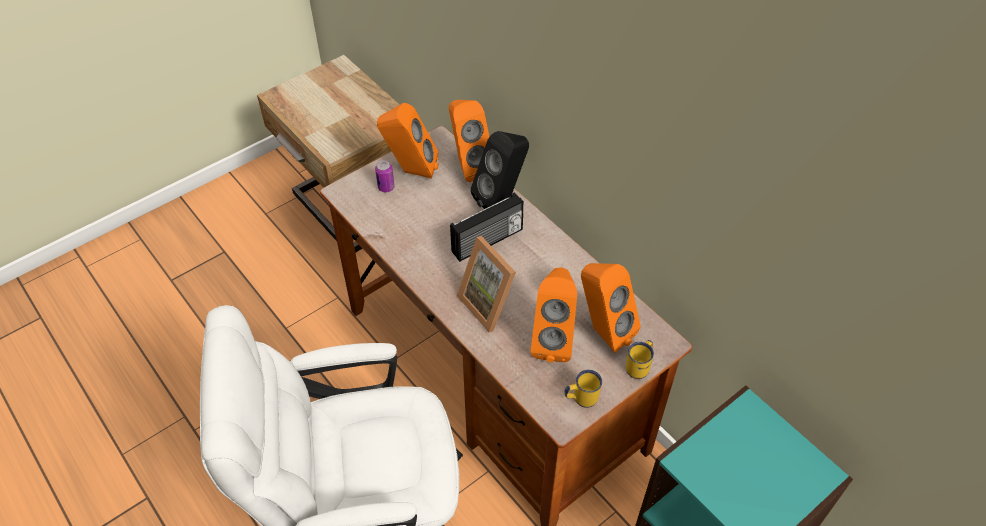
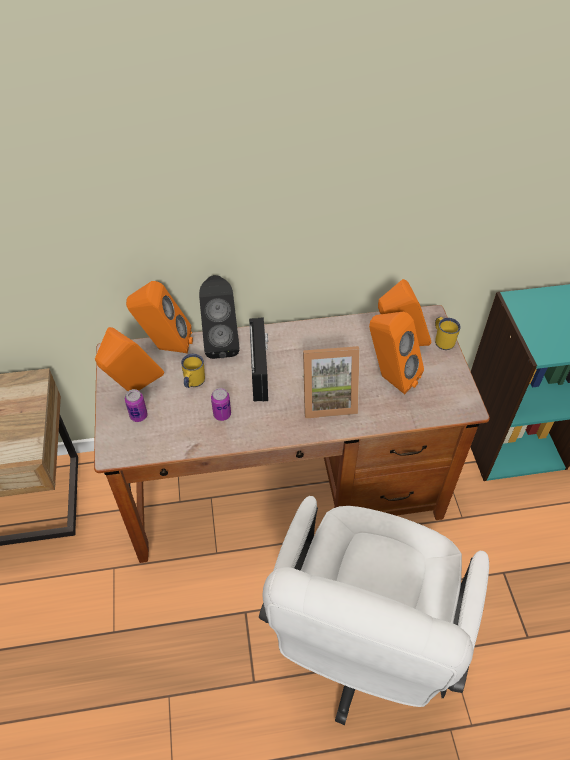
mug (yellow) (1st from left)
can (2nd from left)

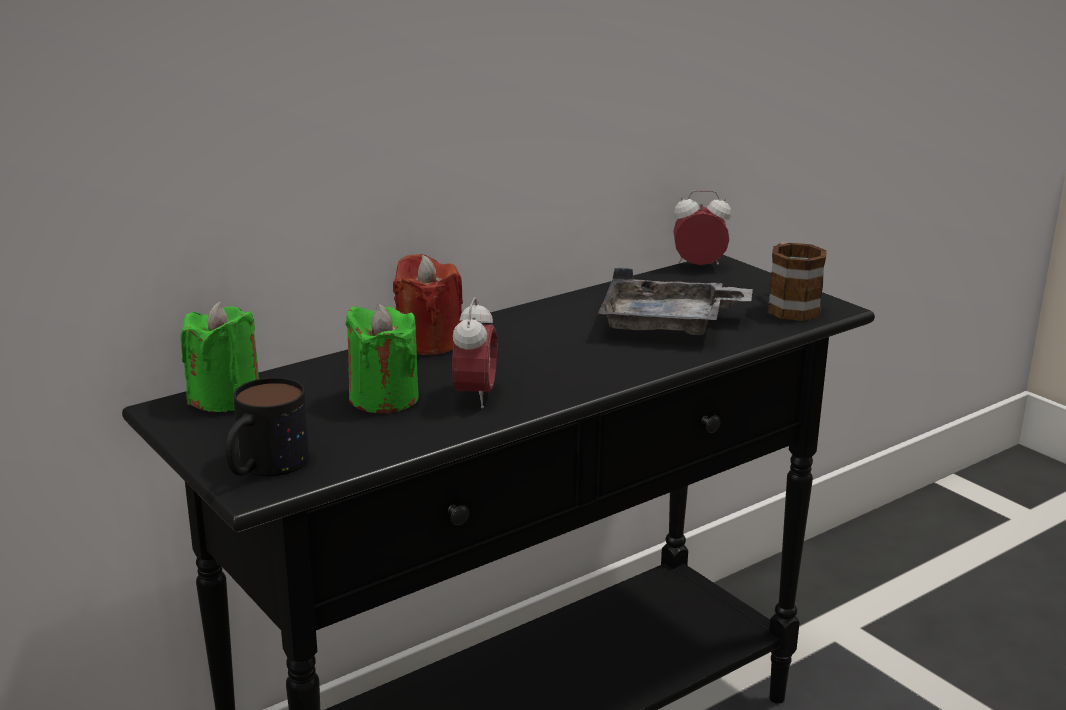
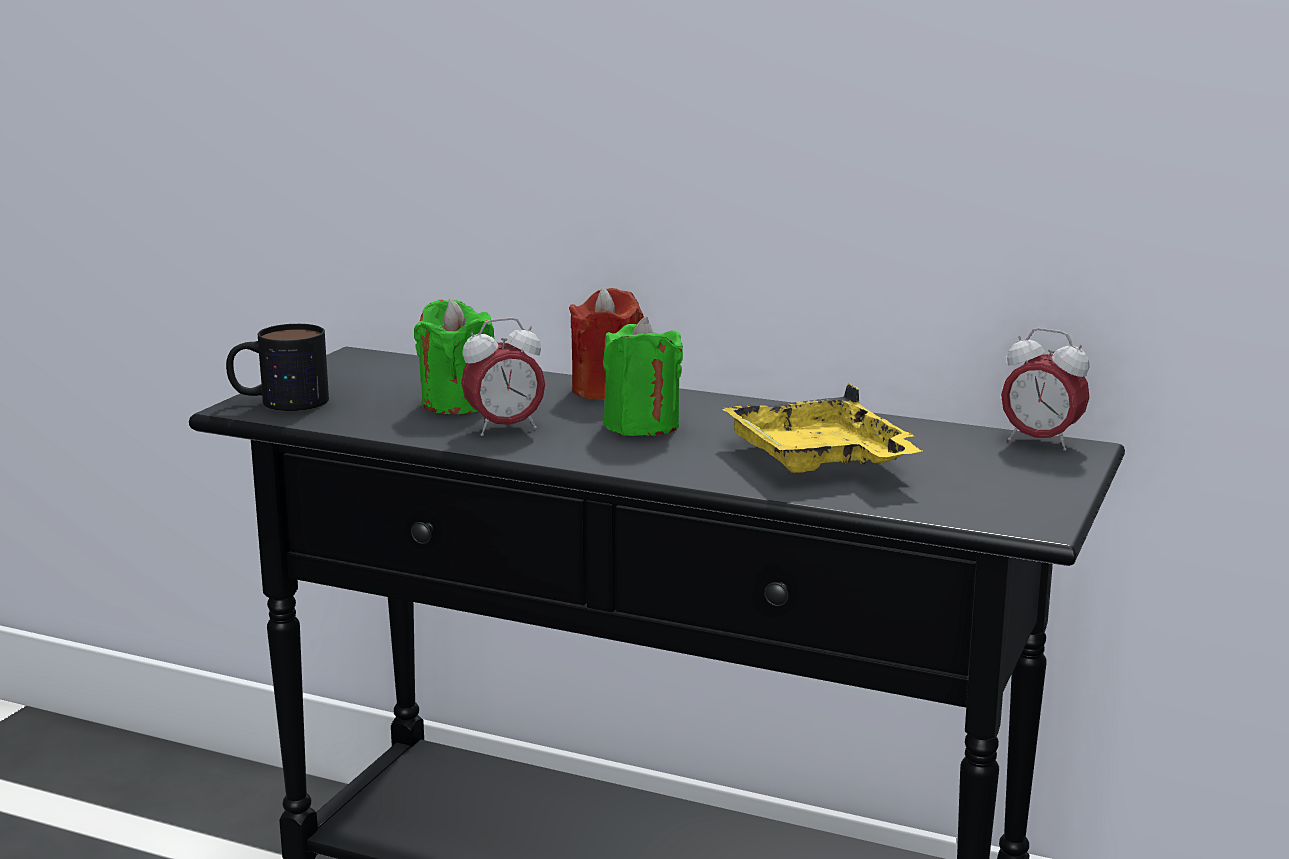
candle (green) (2nd from left)
tray (yellow)
alarm clock (2nd from left)
mug (2nd from left in the first image)

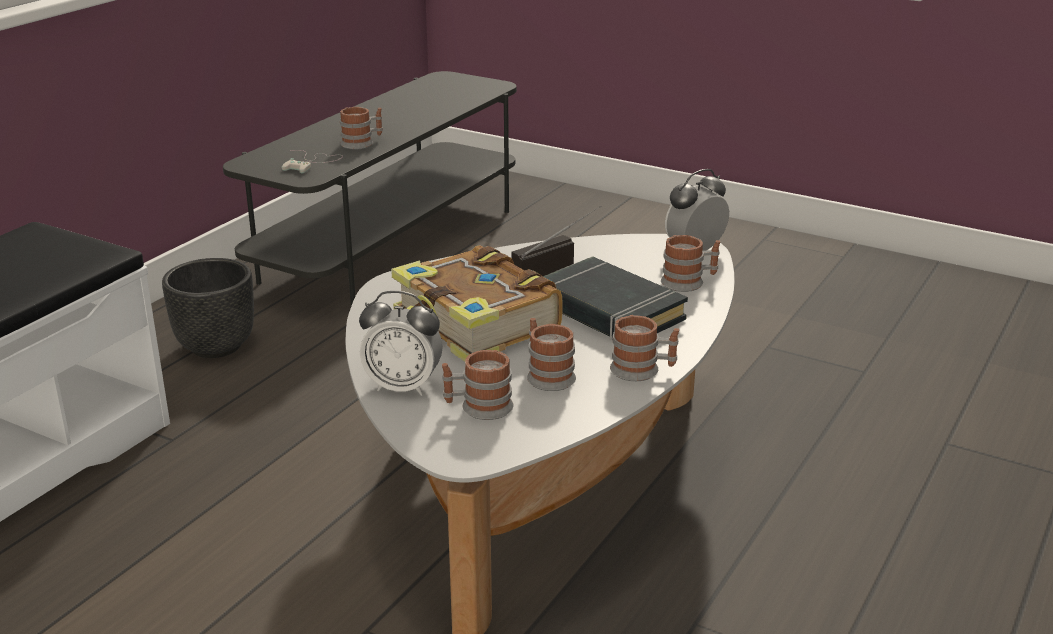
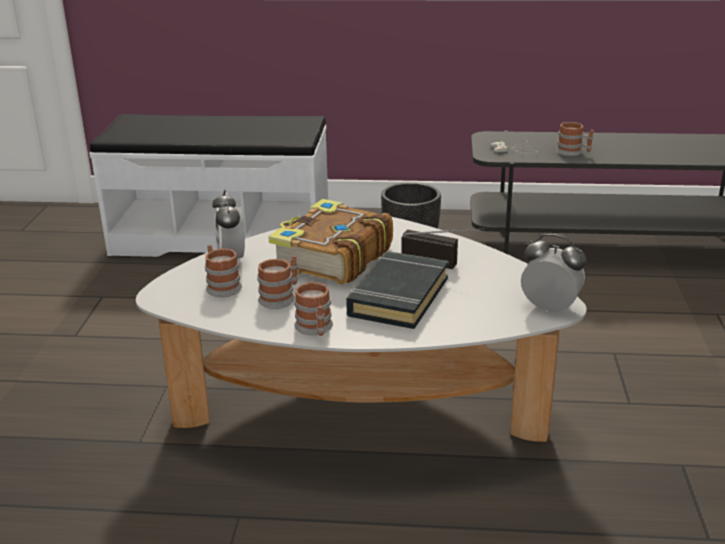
mug (5th from left in the first image)

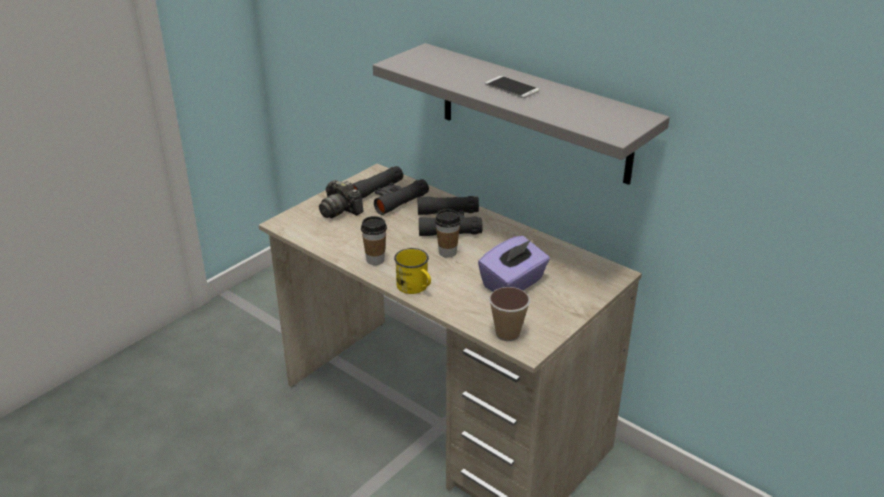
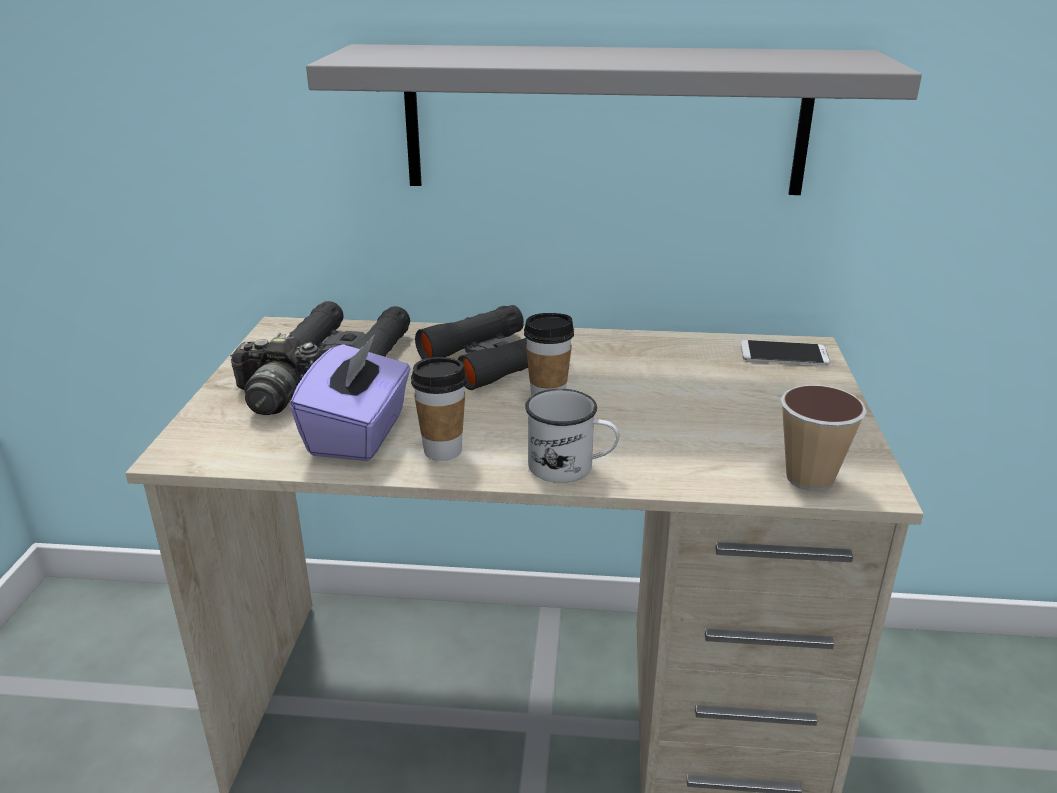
tissue box (purple)
mug (white)
phone

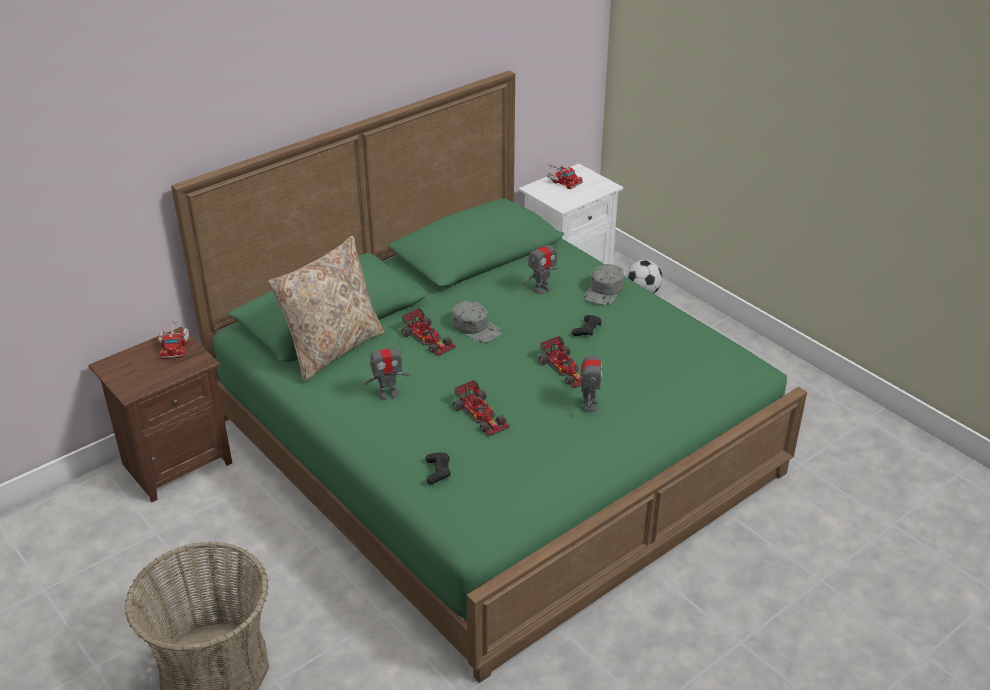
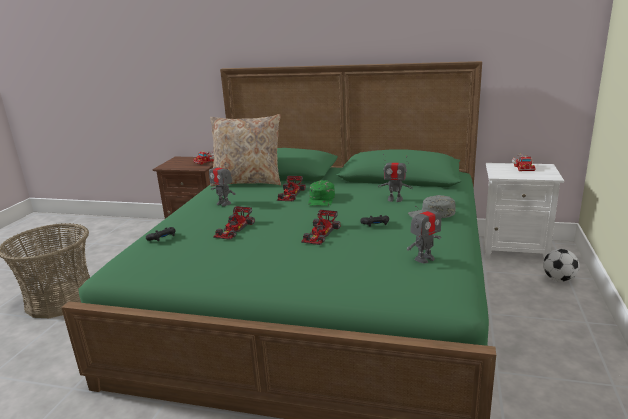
cap (green)
toy robot (3rd from left)

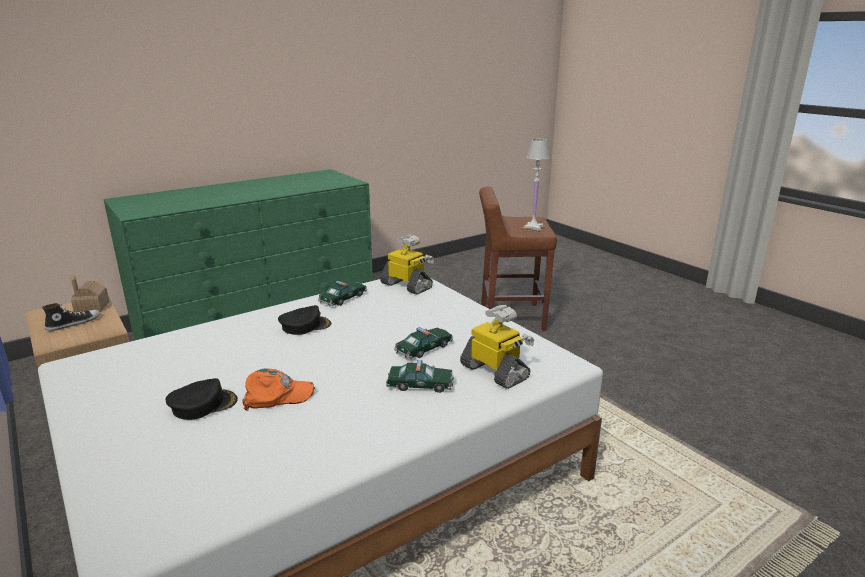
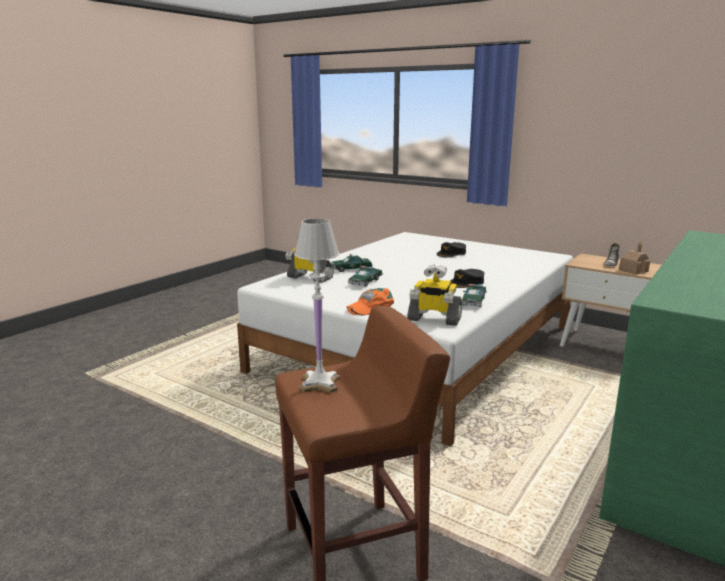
cap (orange)

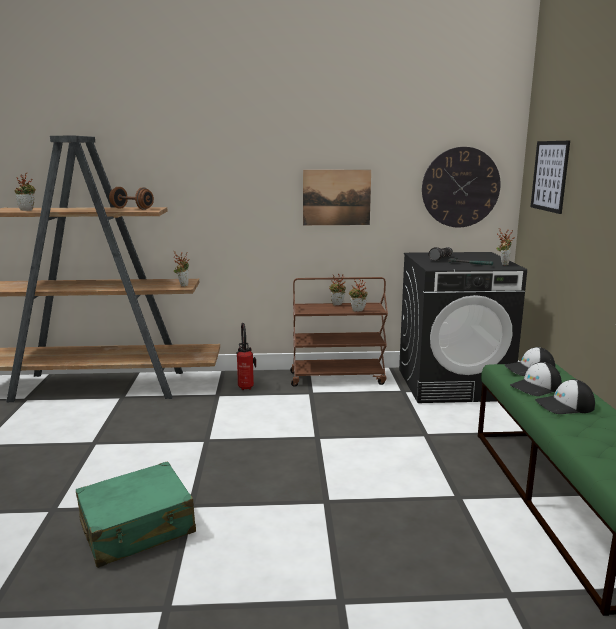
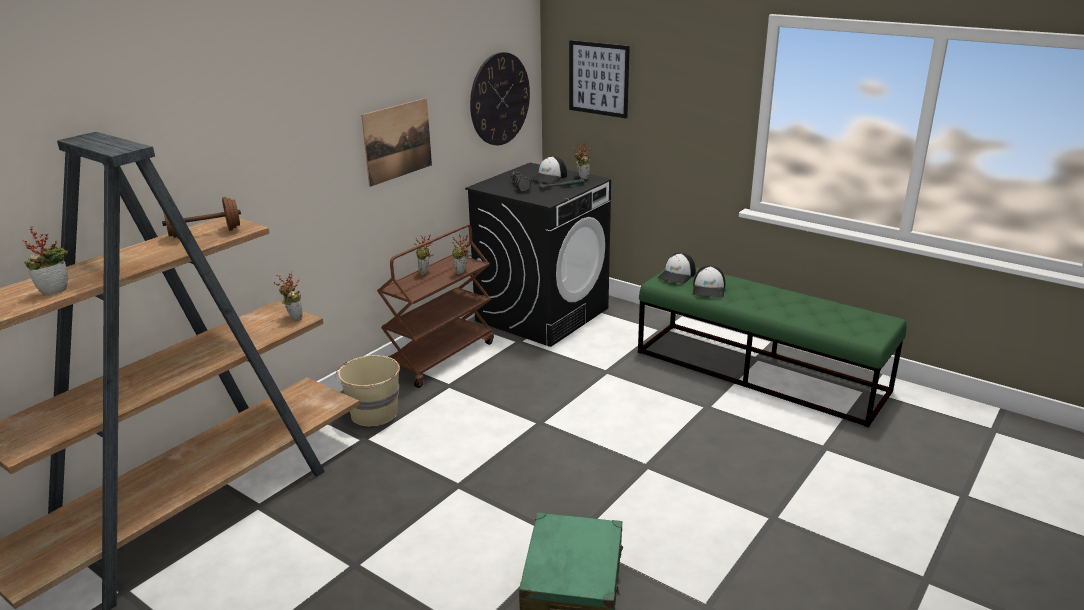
bucket (beige)
cap (1st from left)

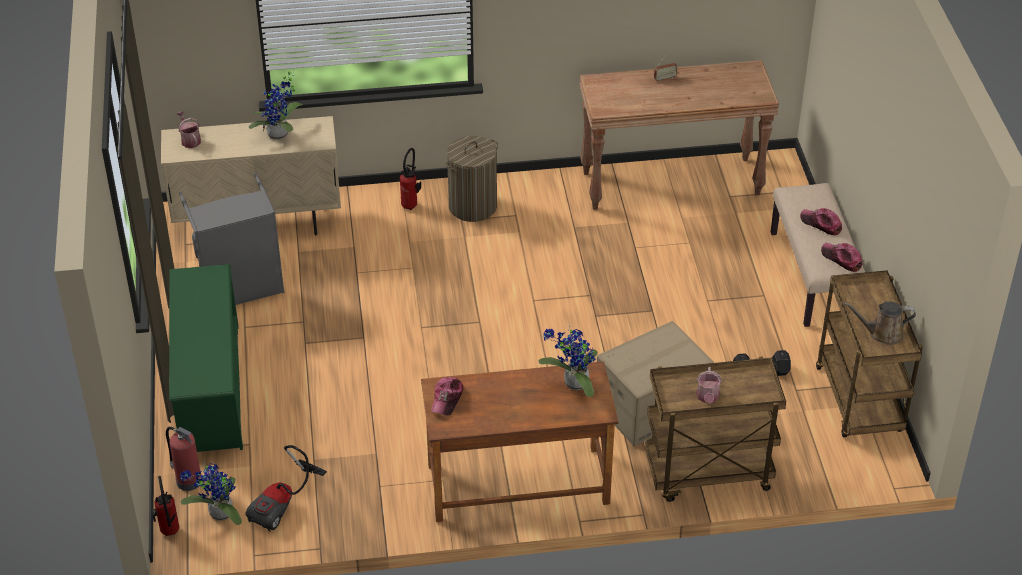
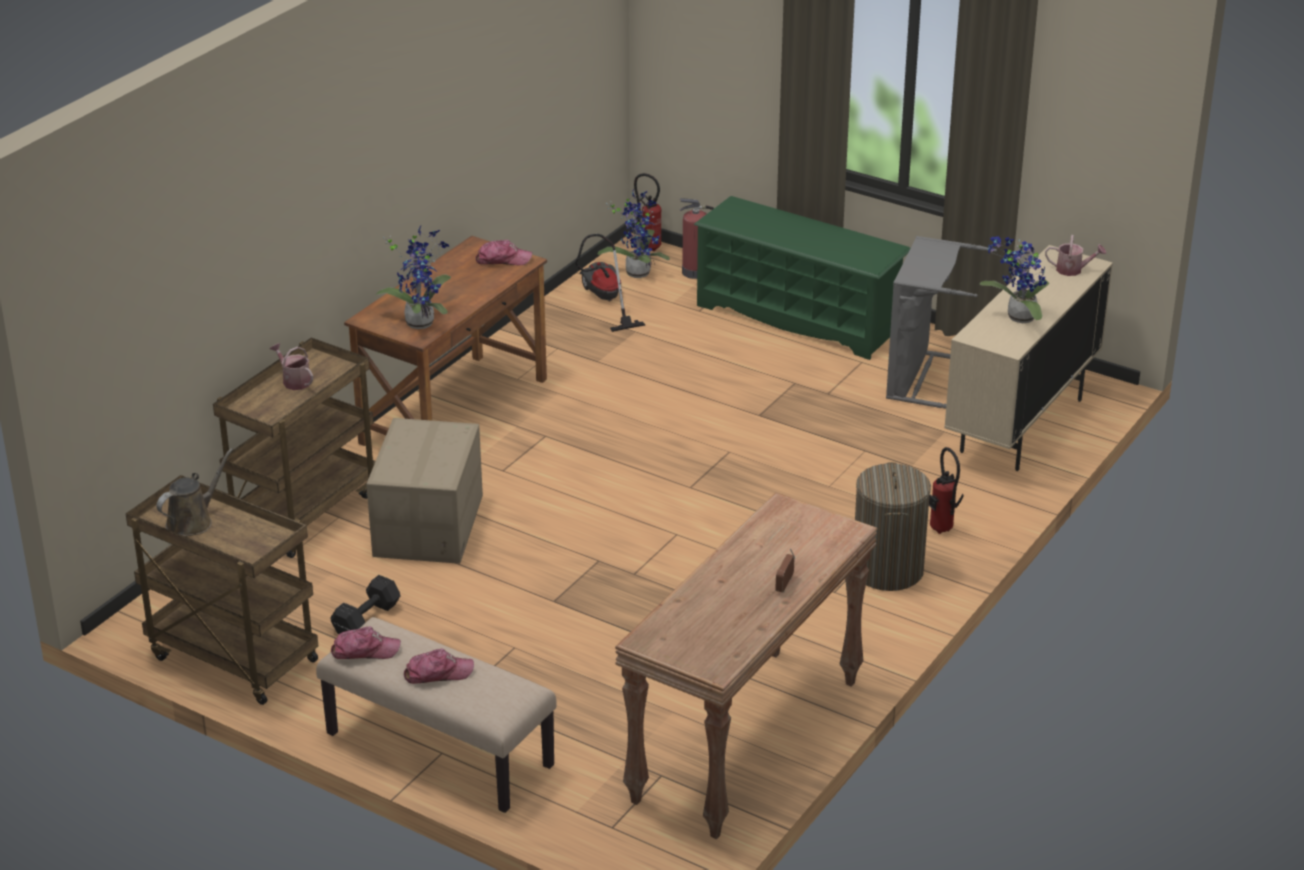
cap (3rd from left)

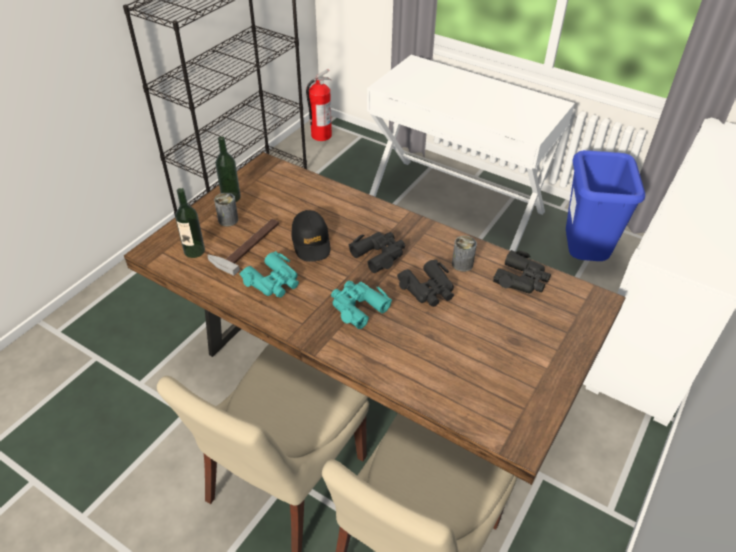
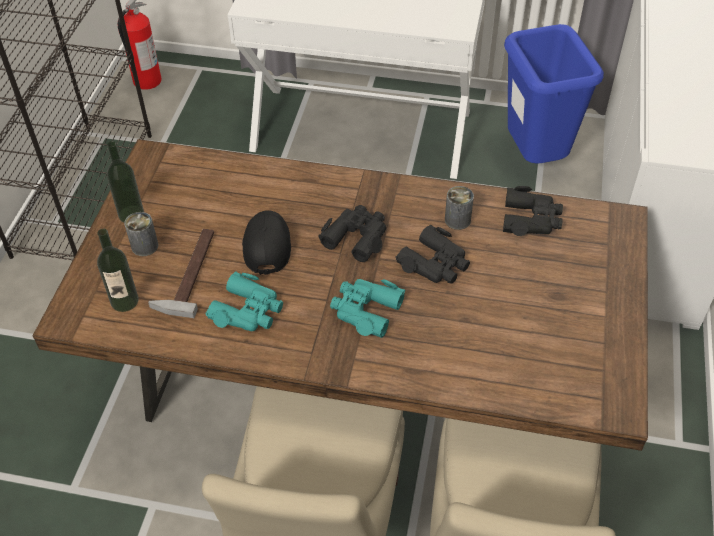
cap (black)

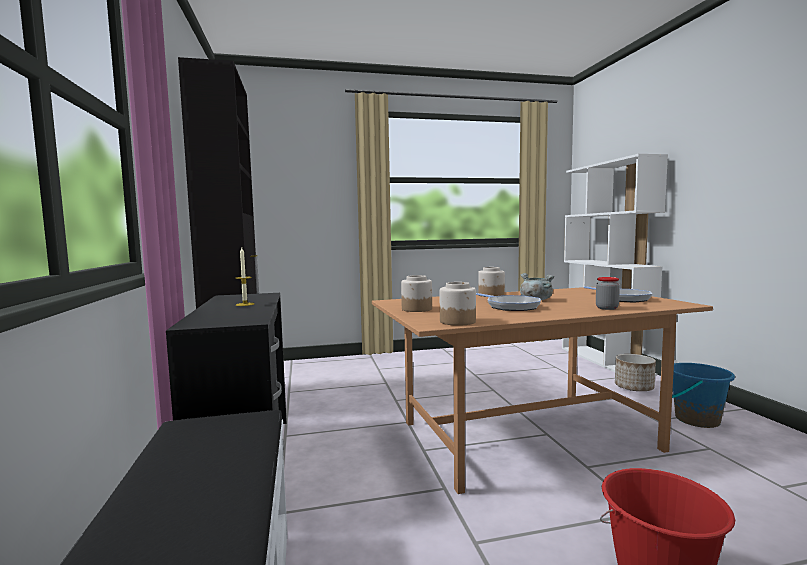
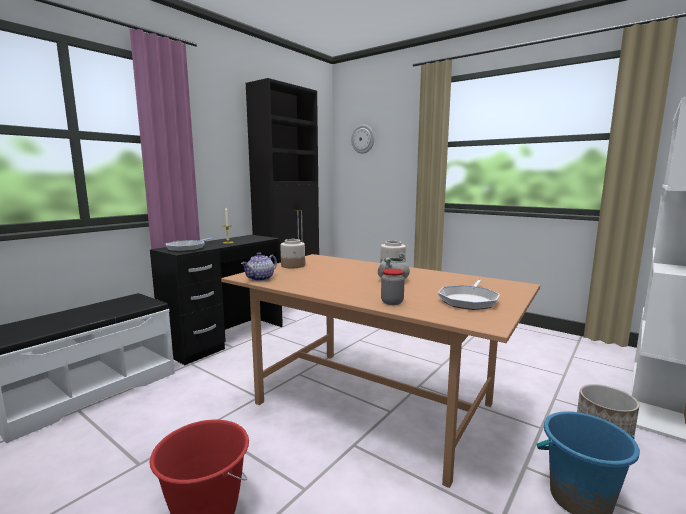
frying pan (1st from left)
teapot
wall clock

